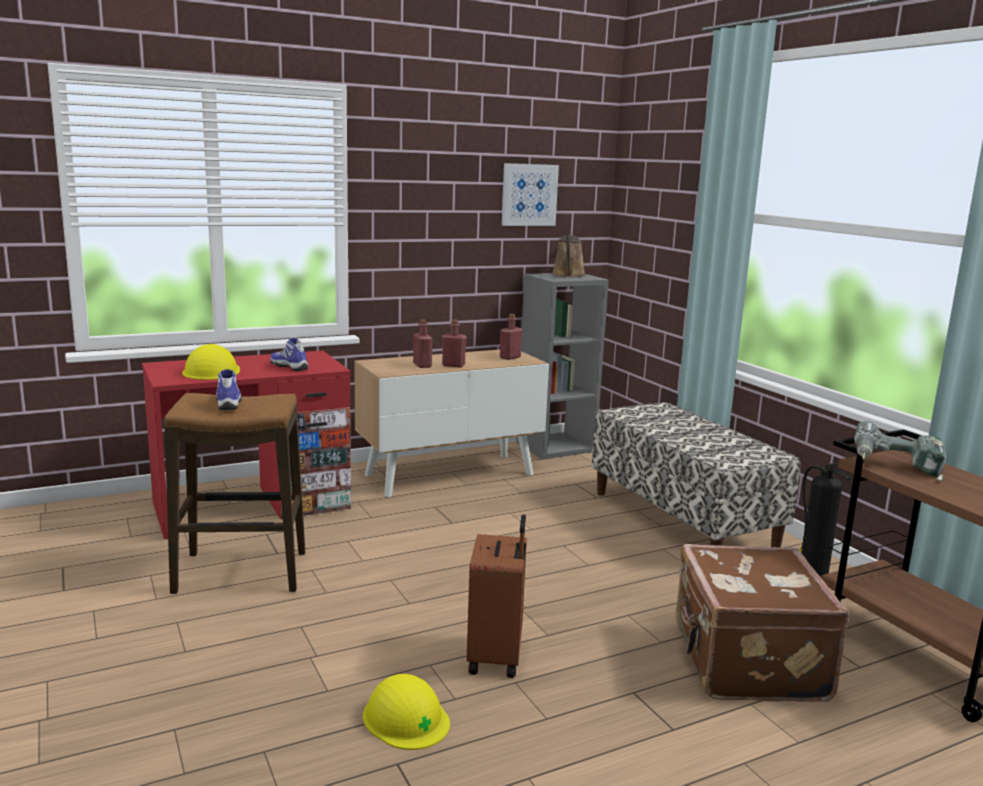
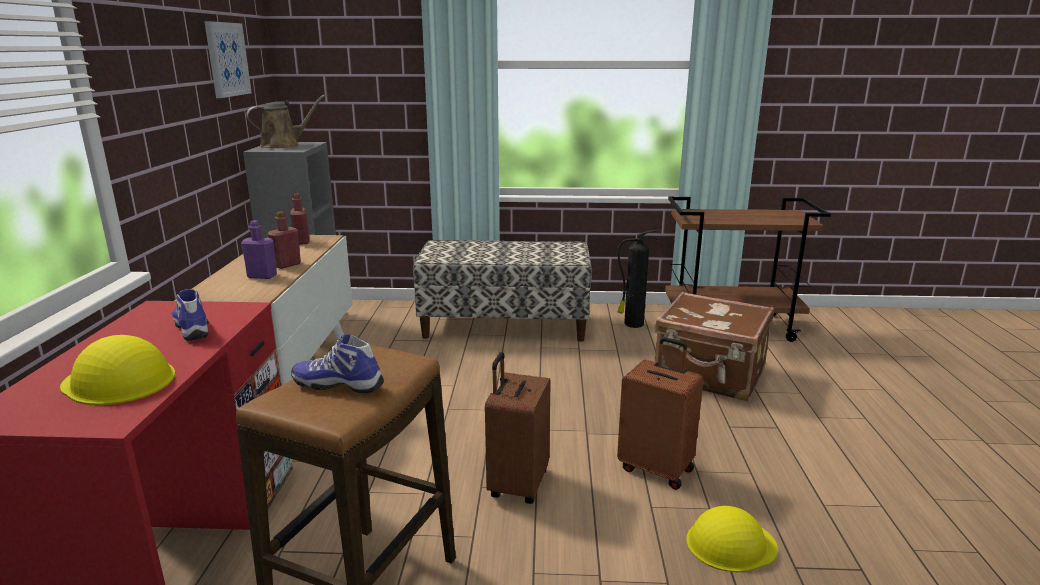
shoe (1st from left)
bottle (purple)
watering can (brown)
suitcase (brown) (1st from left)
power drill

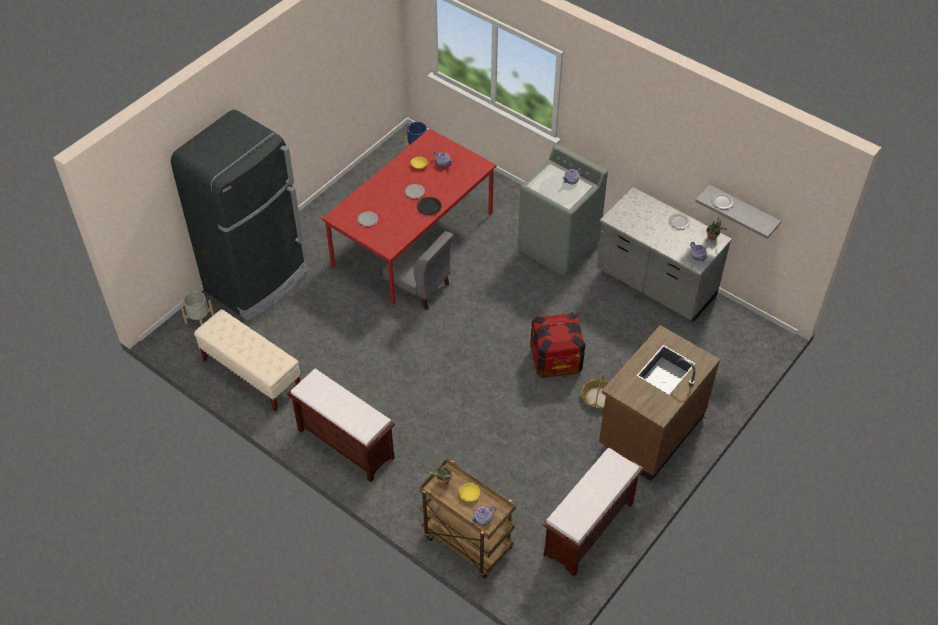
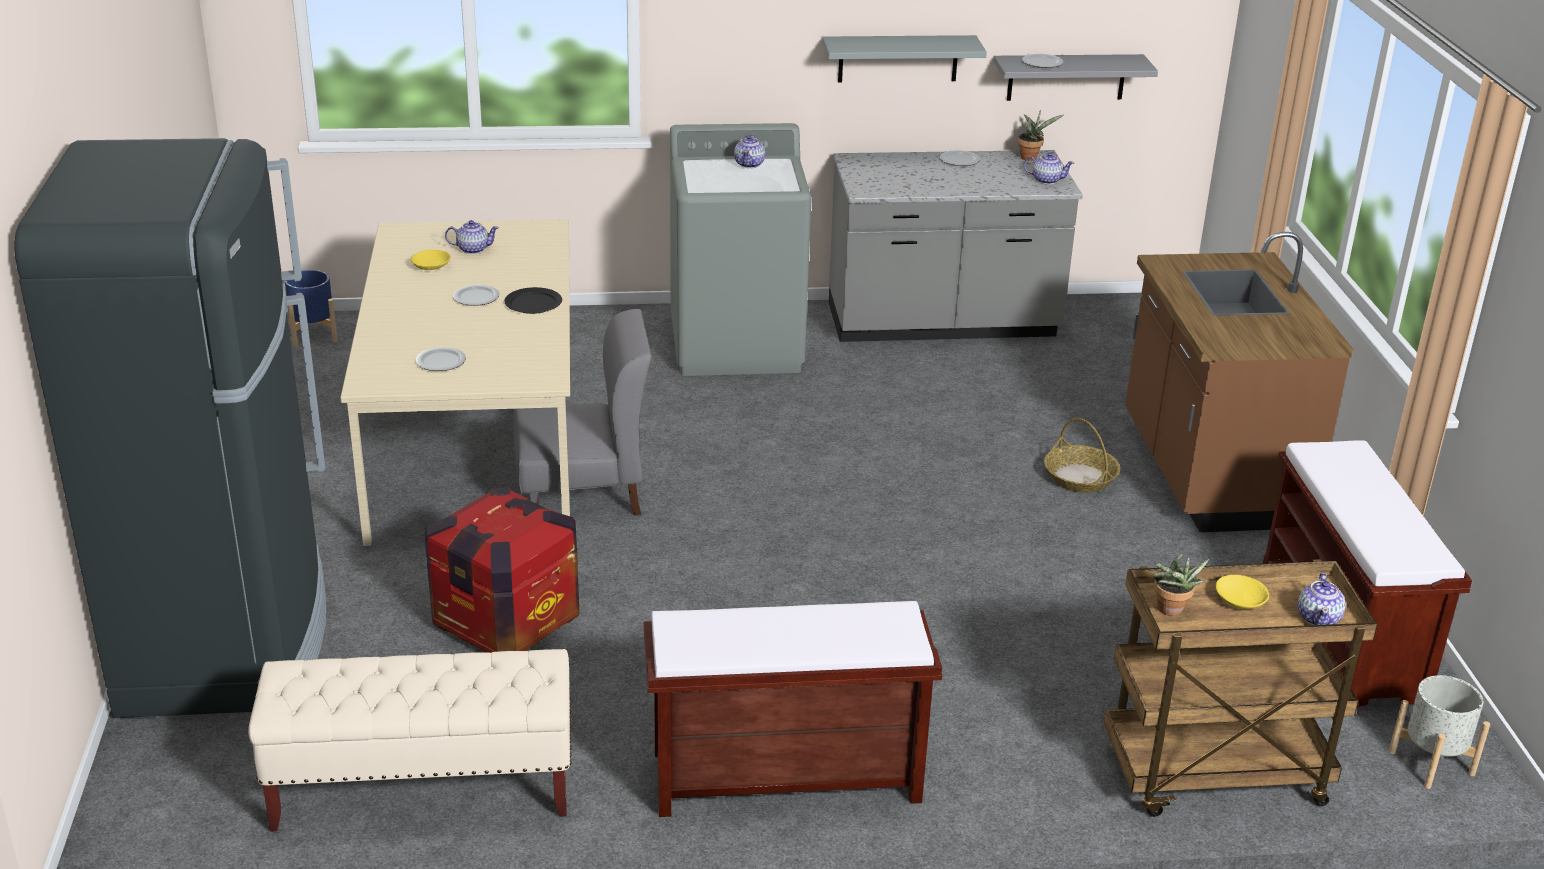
dining table (beige)
crate
shelf (grey) (1st from left)
planter (grey)

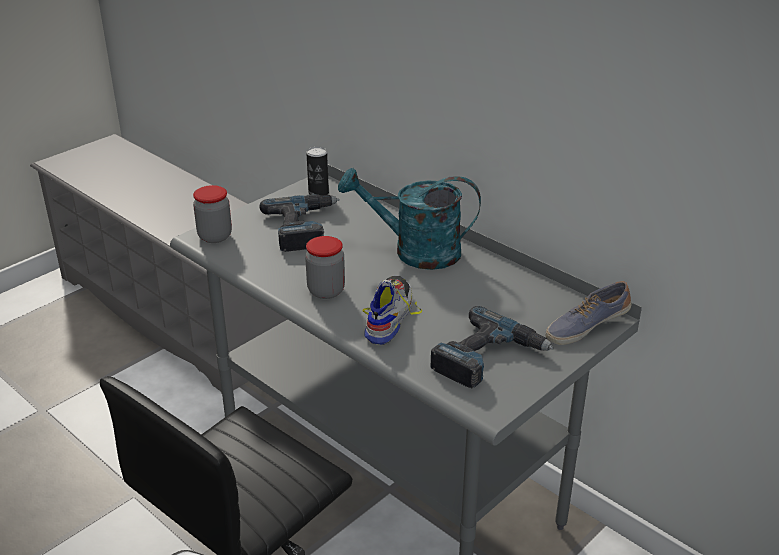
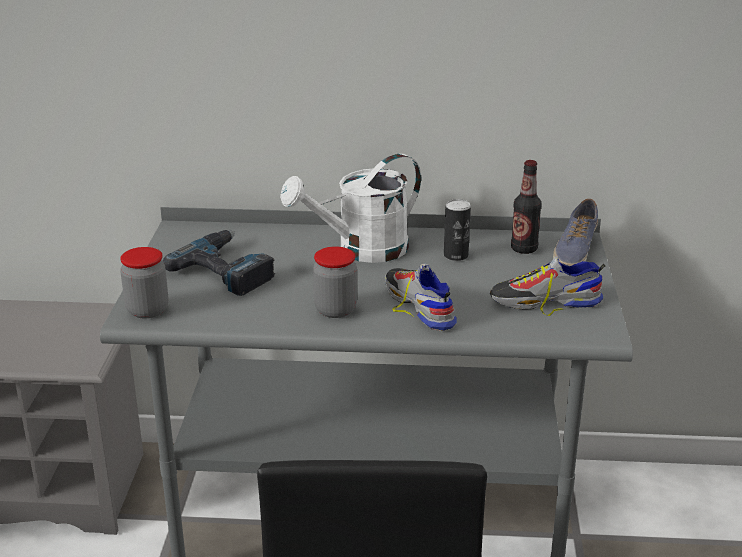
watering can (white)
can
shoe (2nd from left)
bottle

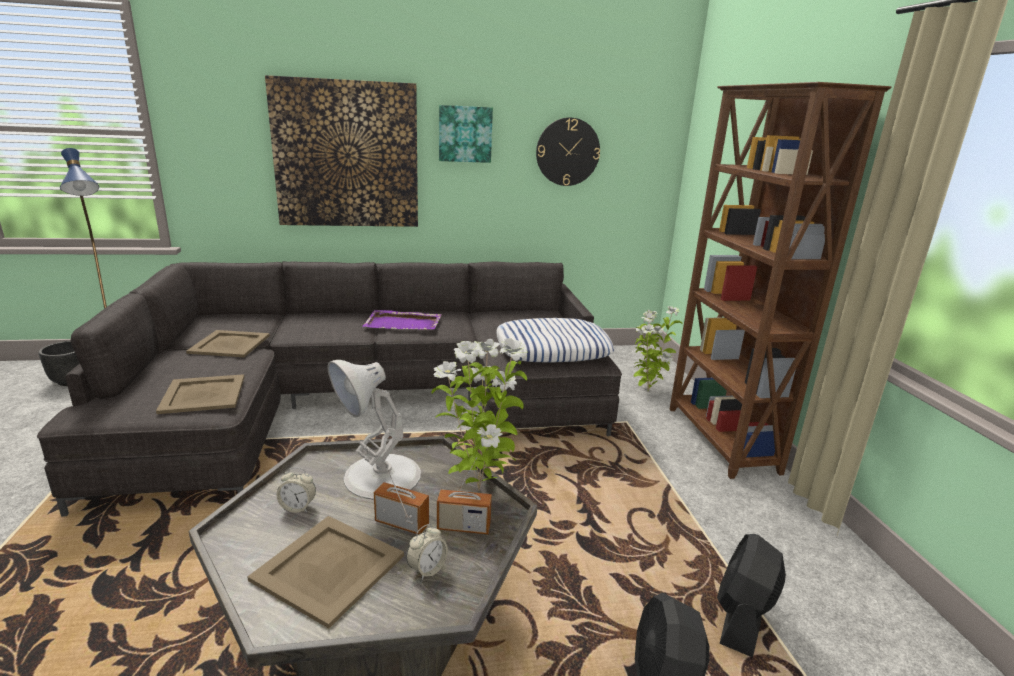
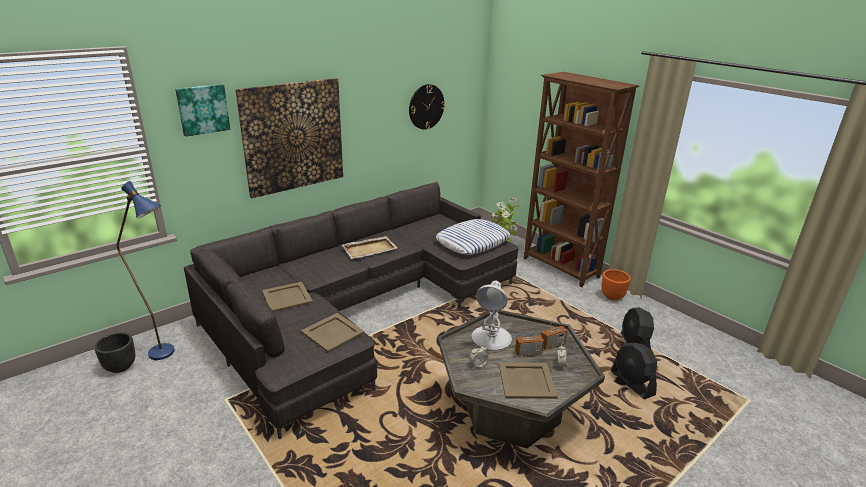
picture (1st from left)
tray (beige) (3rd from left)
planter (orange)
potted plant (1st from left in the first image)

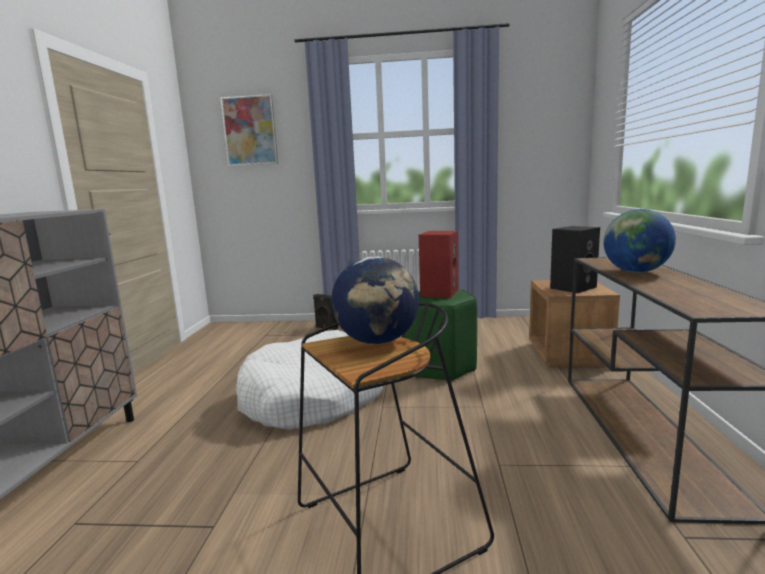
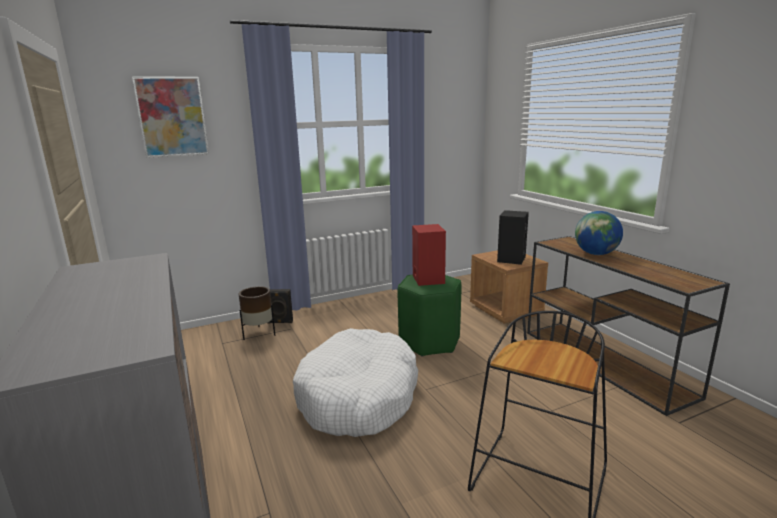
planter (brown)
globe (1st from left in the first image)

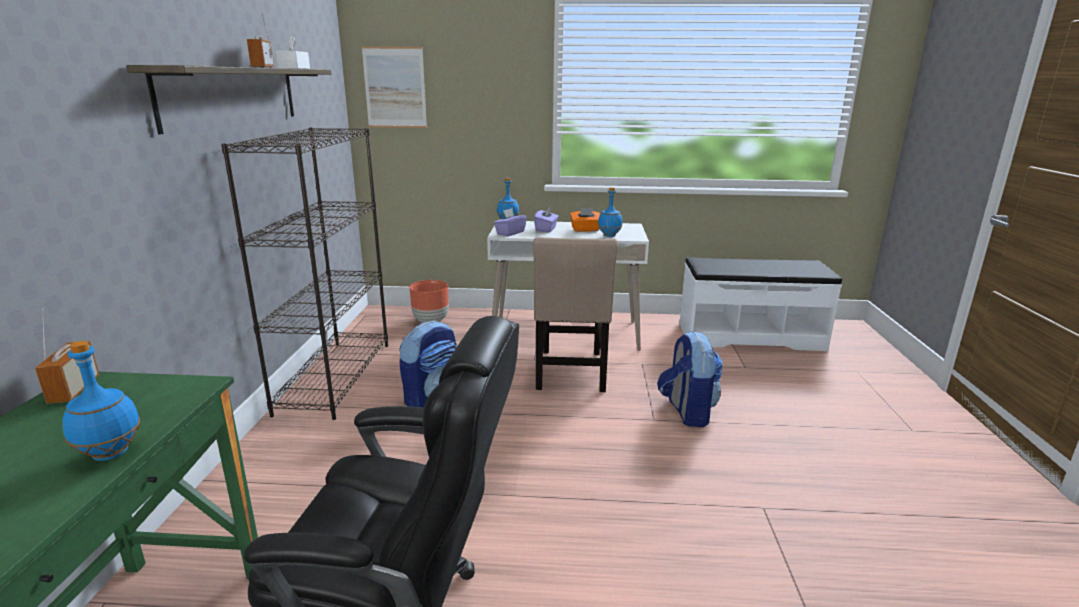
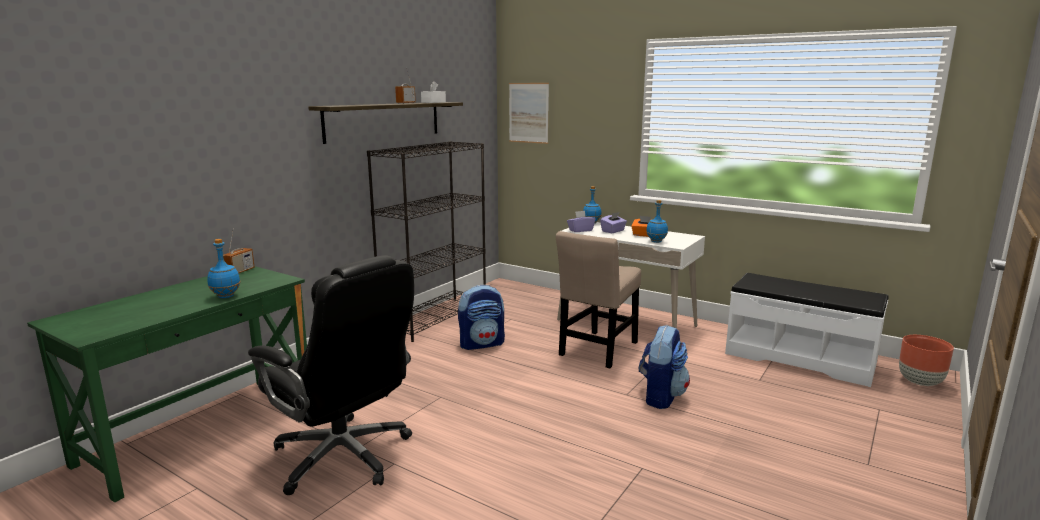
planter (brown)

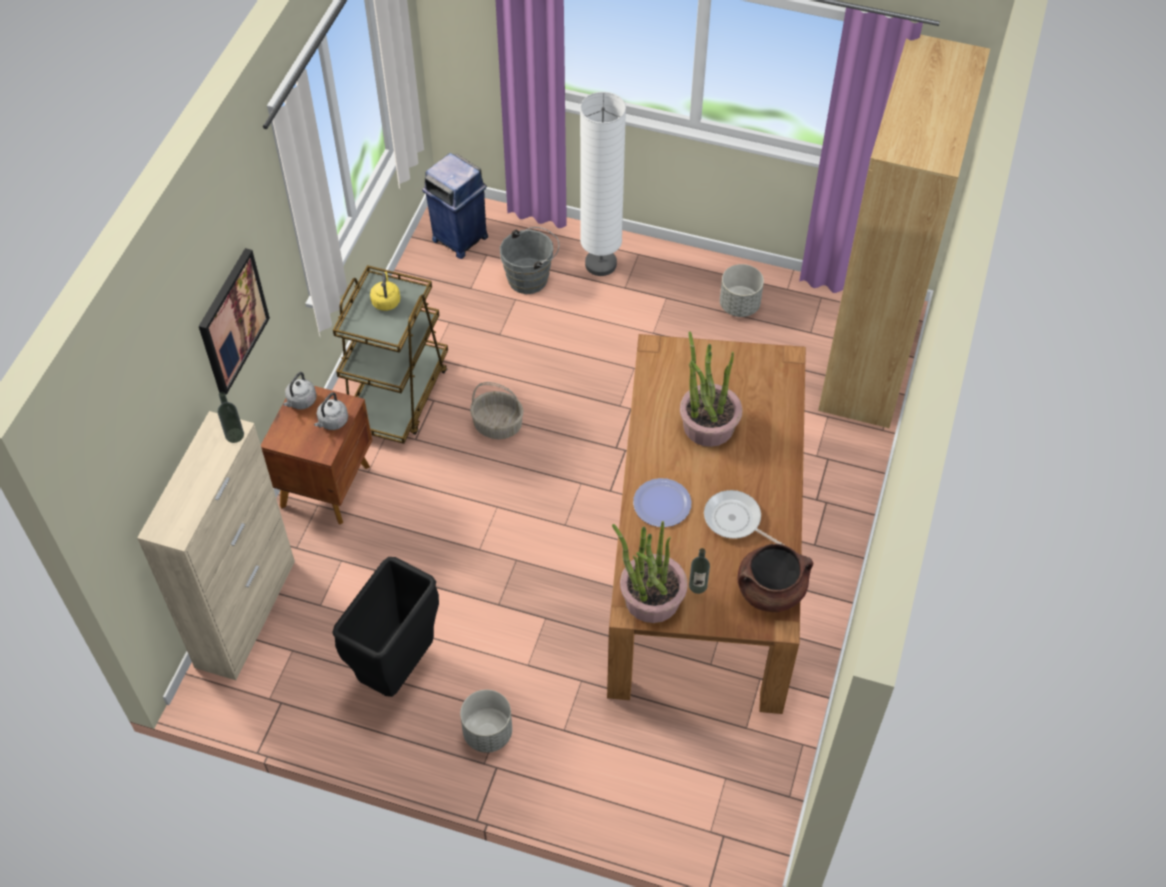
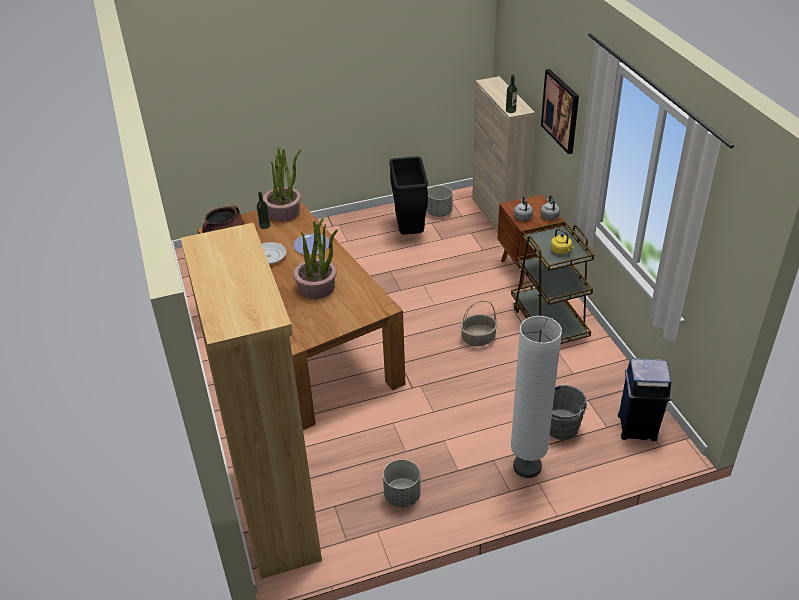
planter (grey) (2nd from left)

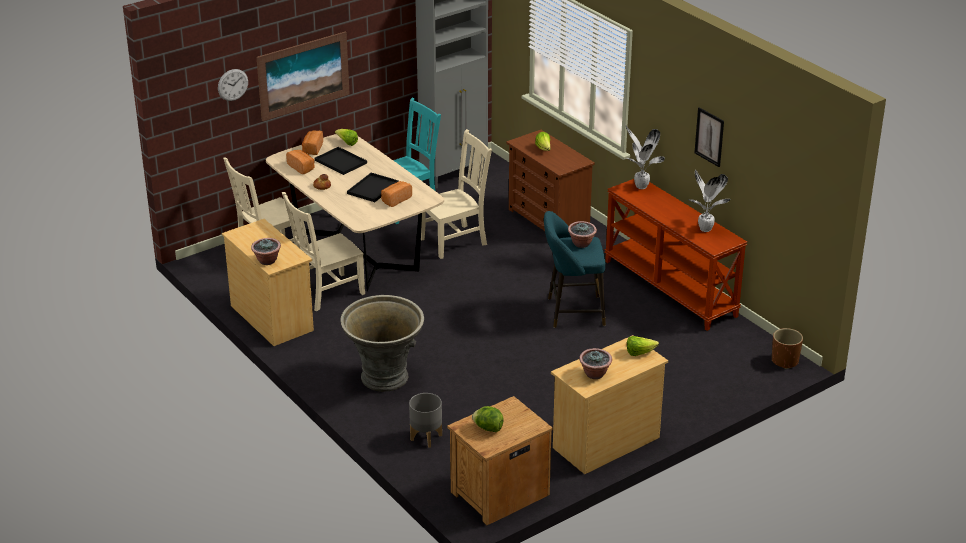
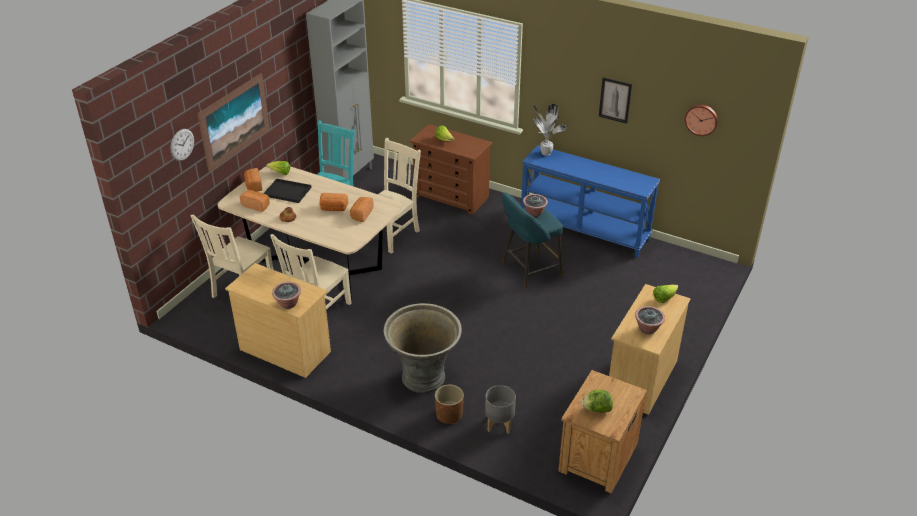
bread (4th from left)
planter (brown)
console table (blue)
wall clock (2nd from left)
potted plant (5th from left in the first image)

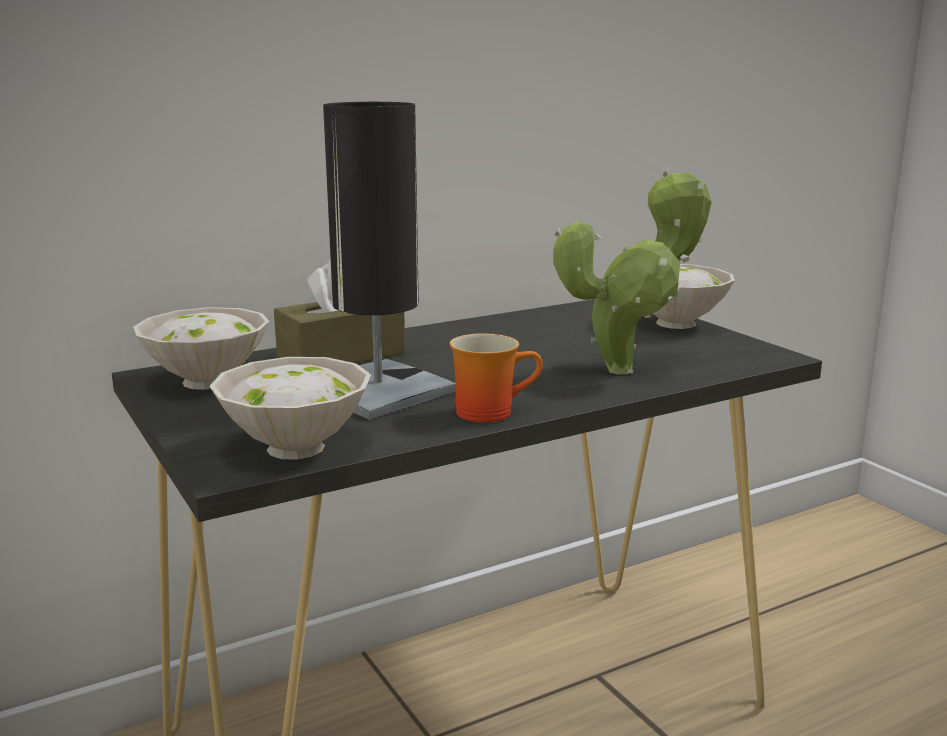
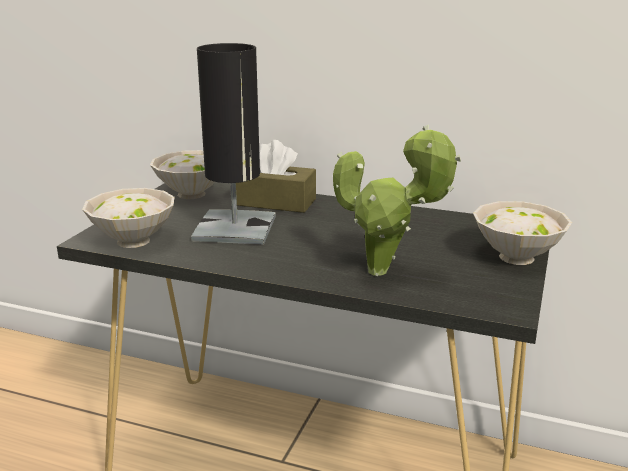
mug

